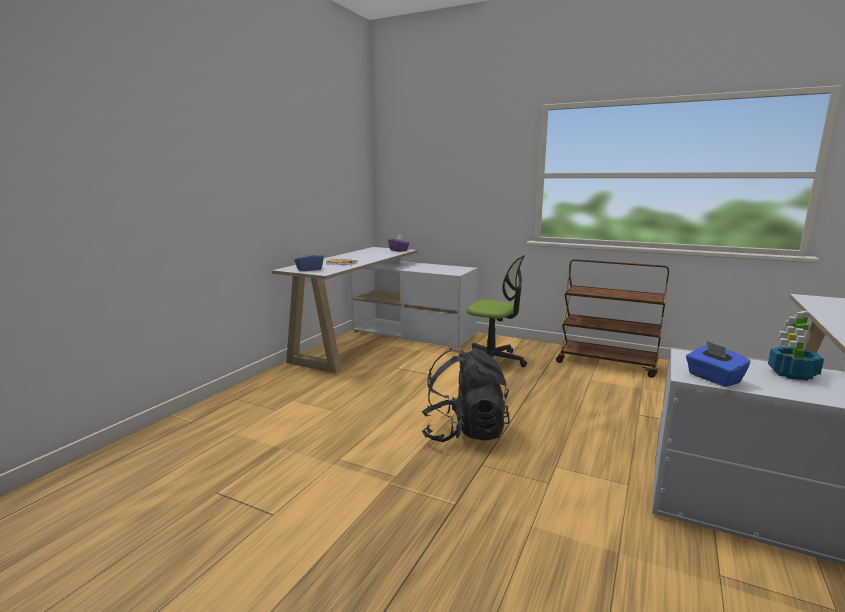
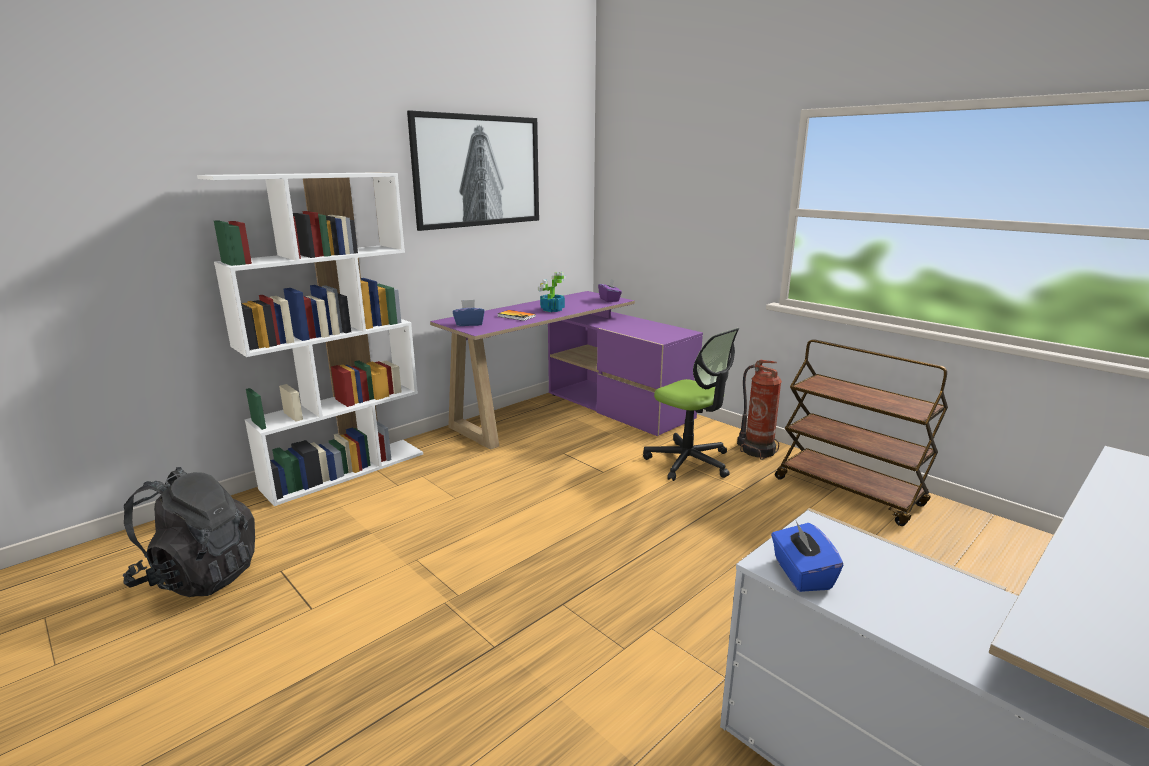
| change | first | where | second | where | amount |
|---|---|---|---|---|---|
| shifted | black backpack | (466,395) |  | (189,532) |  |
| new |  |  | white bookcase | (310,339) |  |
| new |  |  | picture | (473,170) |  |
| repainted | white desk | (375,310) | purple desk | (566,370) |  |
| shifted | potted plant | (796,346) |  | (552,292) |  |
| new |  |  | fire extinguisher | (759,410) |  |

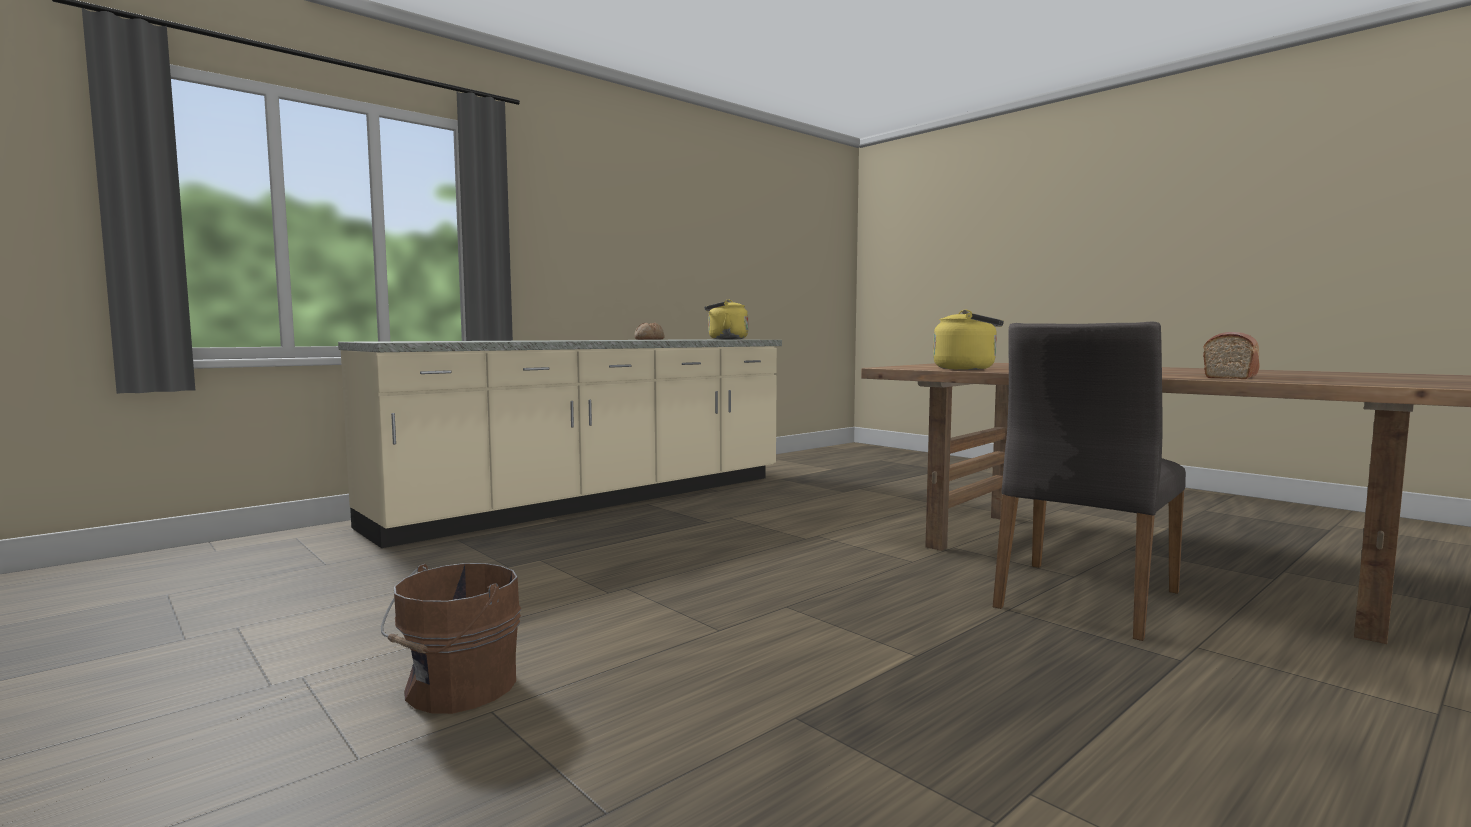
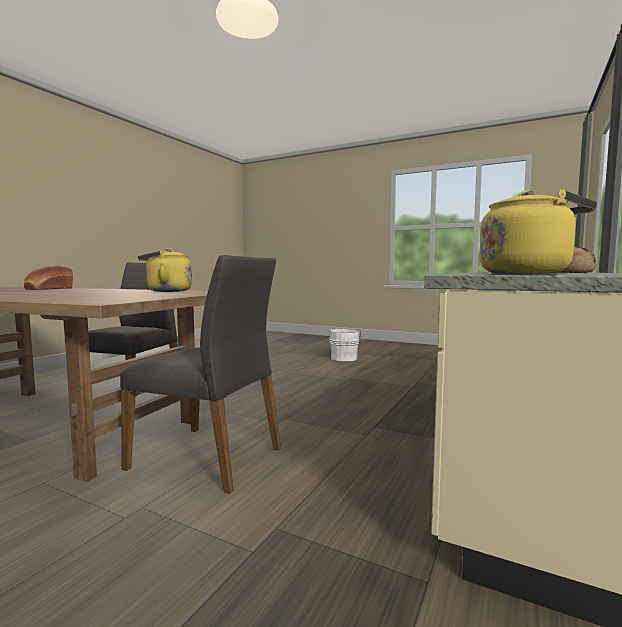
| change | first | where | second | where | amount |
|---|---|---|---|---|---|
| new |  |  | grey chair | (200,374) |  |
| repainted | brown bucket | (451,638) | white bucket | (345,344) |  |

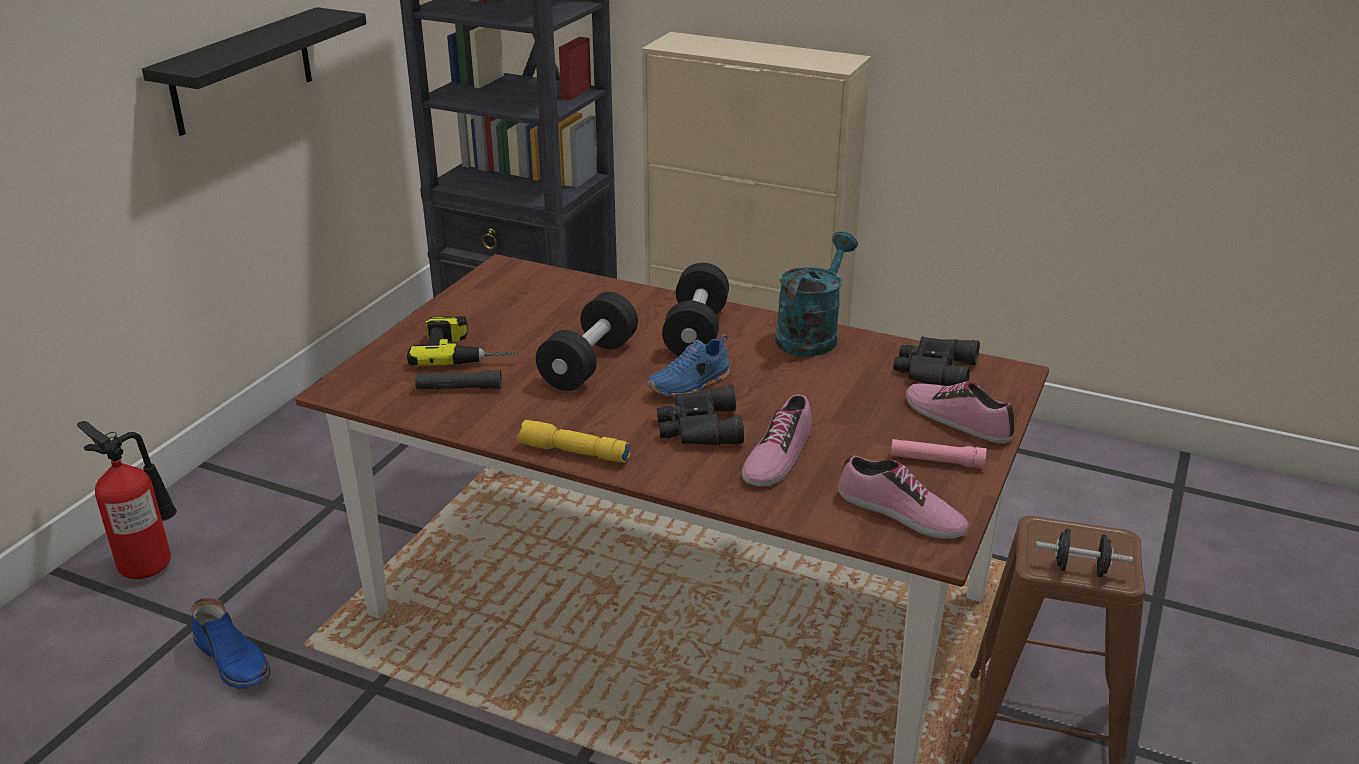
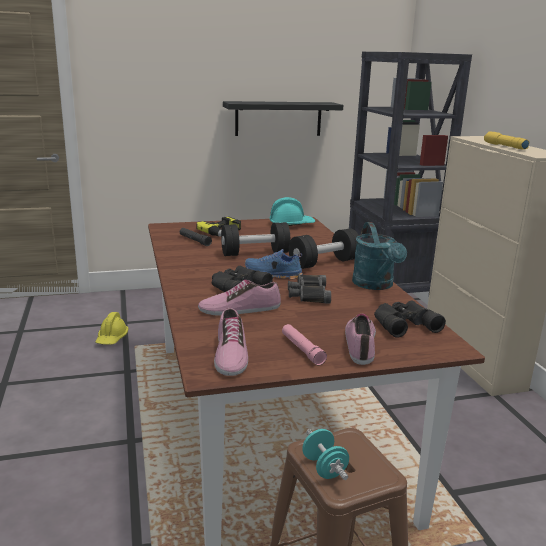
| change | first | where | second | where | amount |
|---|---|---|---|---|---|
| swapped | blue boot | (231,643) | yellow hard hat | (112,328) |  |
| new |  |  | turquoise hard hat | (292,211) |  |
| new |  |  | black binoculars | (309,289) |  |
| repainted | black dumbbell | (1084,552) | turquoise dumbbell | (325,454) |  |
| rotated | turquoise watering can | (816,293) |  | (379,256) | 90 degrees clockwise |
| shifted | yellow flashlight | (573,441) |  | (506,140) |  |
| gone | fire extinguisher | (127,500) |  |  |  |

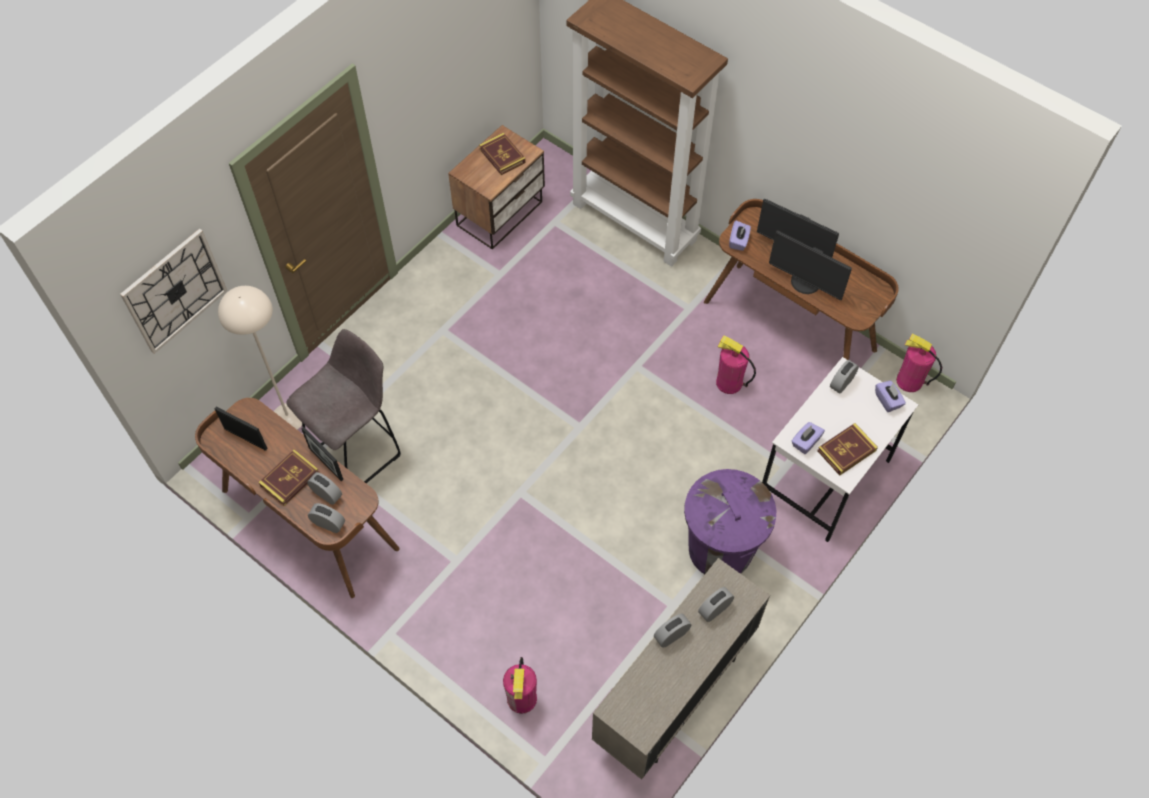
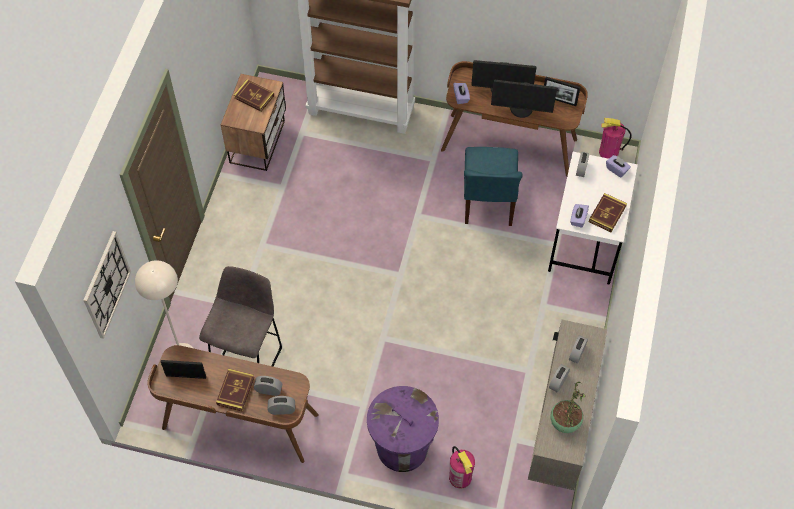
| change | first | where | second | where | amount |
|---|---|---|---|---|---|
| shifted | purple trash can | (730,521) |  | (403,429) |  |
| swapped | fire extinguisher | (736,364) | blue chair | (493,186) |  |
| shifted | picture frame | (322,454) |  | (562,91) |  |
| new |  |  | potted plant | (567,407) |  |

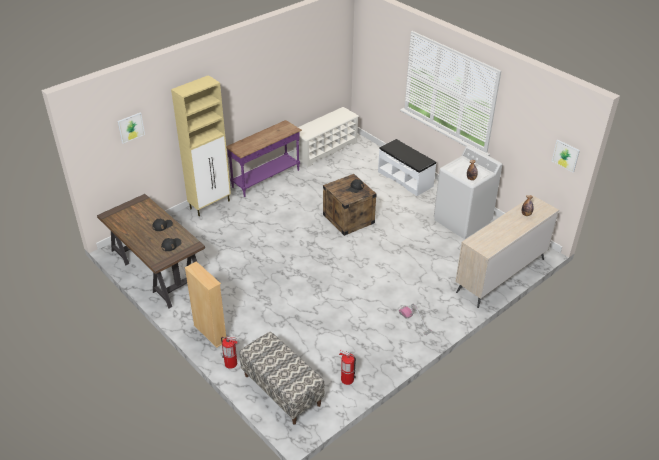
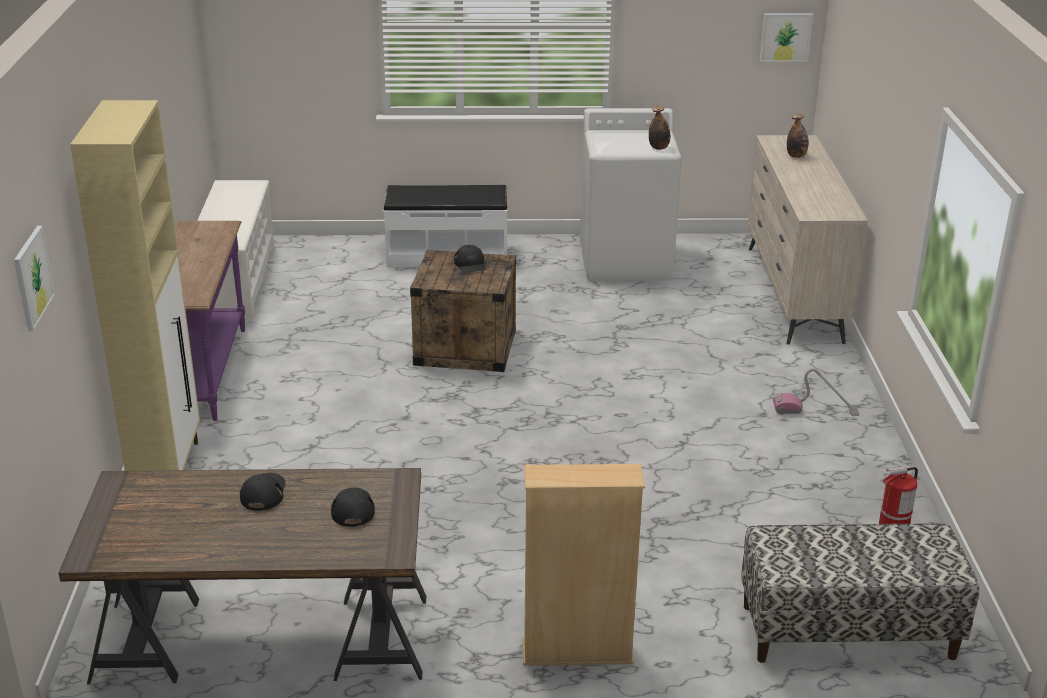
| change | first | where | second | where | amount |
|---|---|---|---|---|---|
| gone | fire extinguisher | (229,353) |  |  |  |

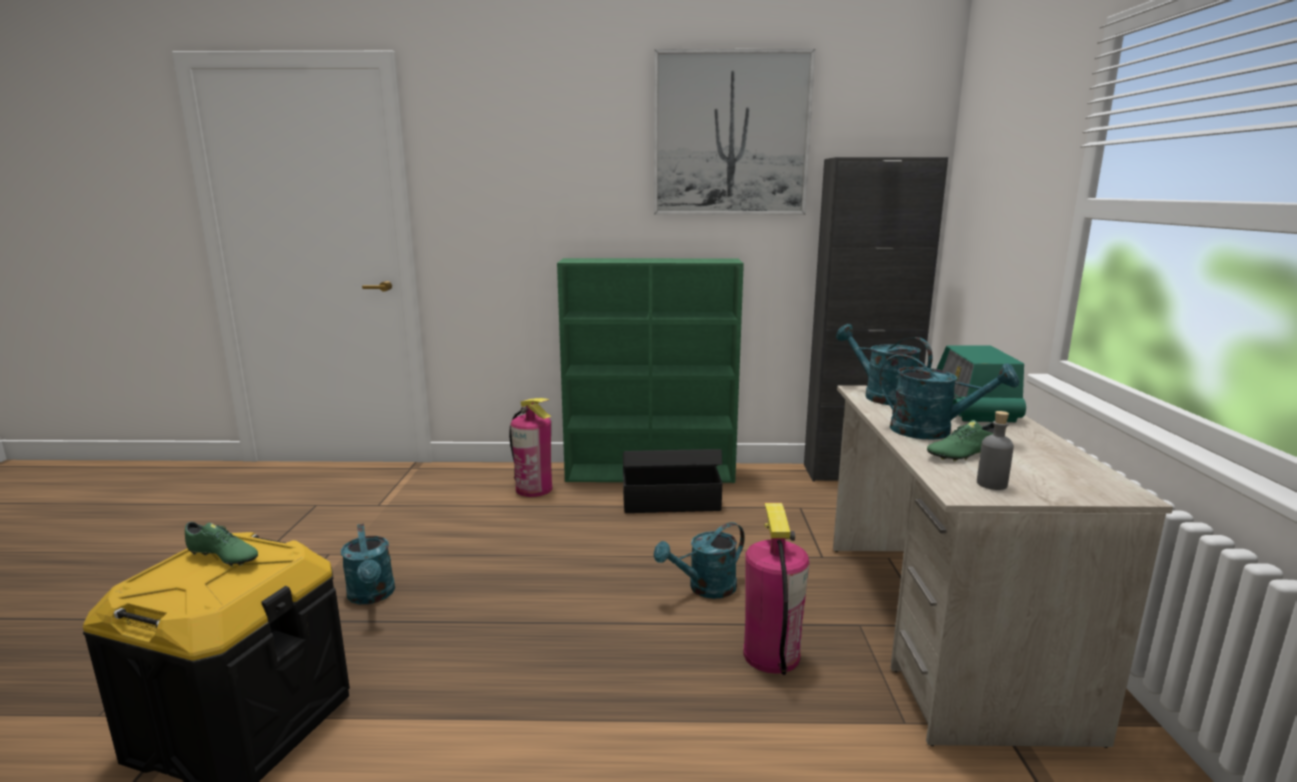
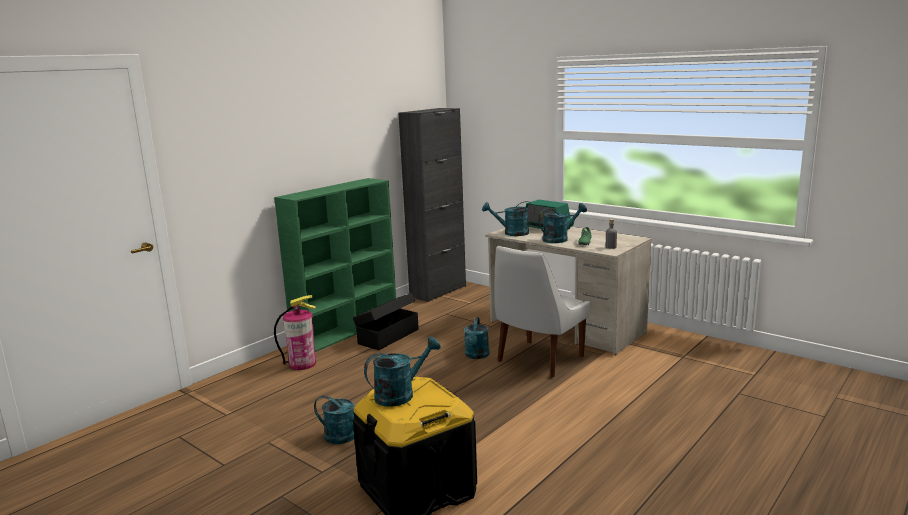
| change | first | where | second | where | amount |
|---|---|---|---|---|---|
| swapped | green shoe | (221,544) | turquoise watering can | (402,371) |  |
| swapped | fire extinguisher | (776,589) | white chair | (542,312) |  |
| gone | picture | (734,132) |  |  |  |

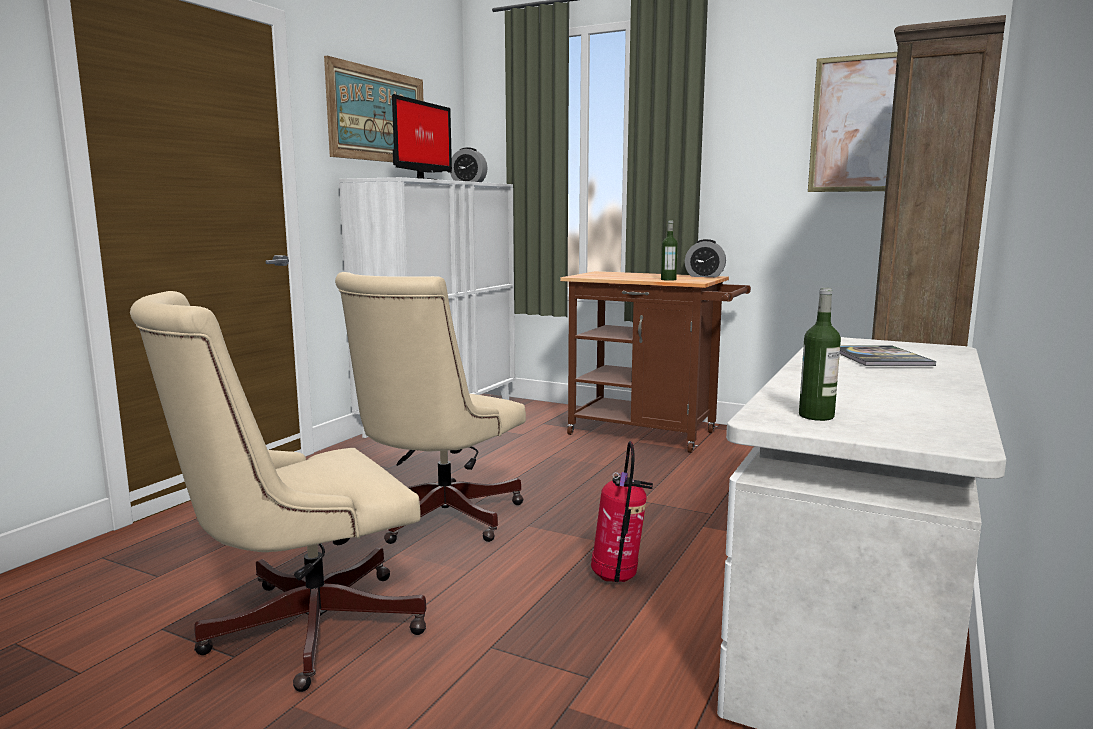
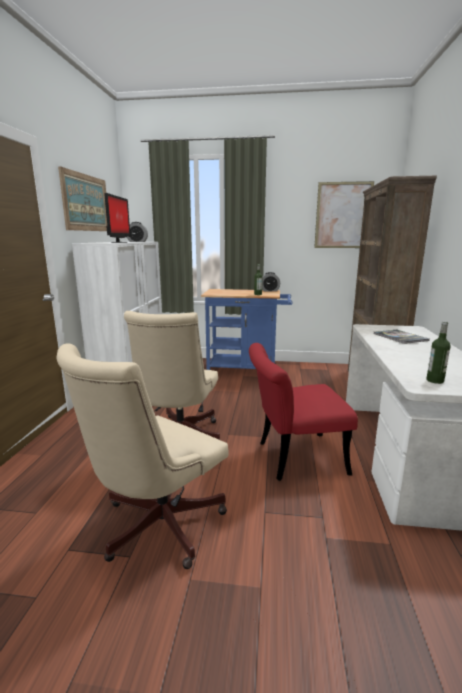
| change | first | where | second | where | amount |
|---|---|---|---|---|---|
| repainted | brown cart | (655,362) | blue cart | (246,329) |  |
| swapped | fire extinguisher | (622,511) | red chair | (303,412) |  |

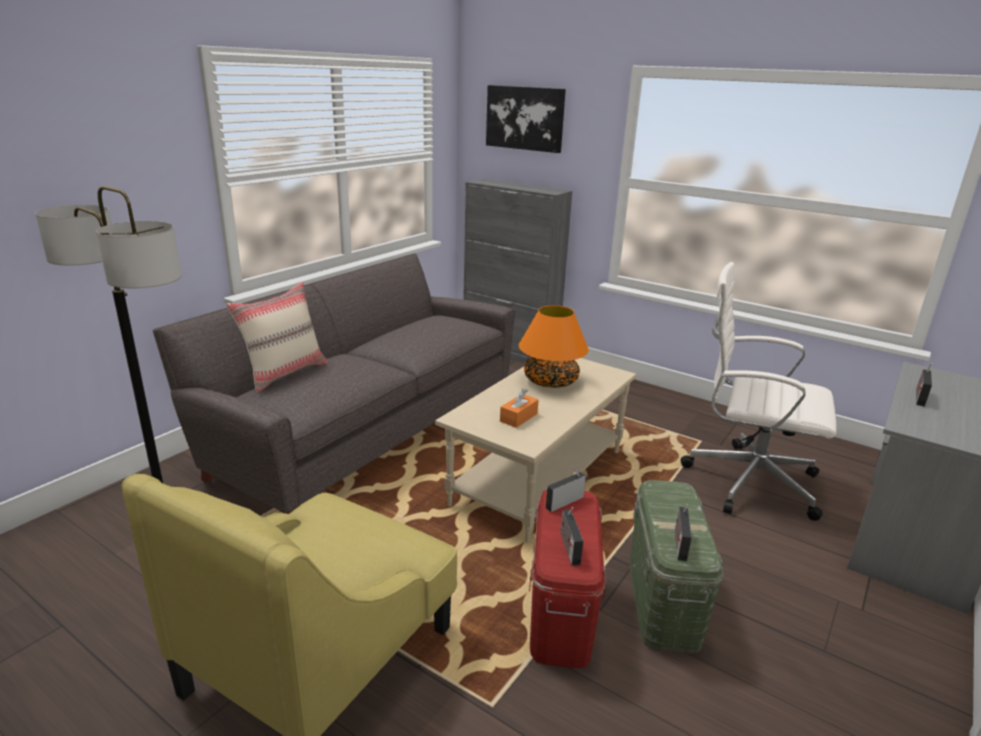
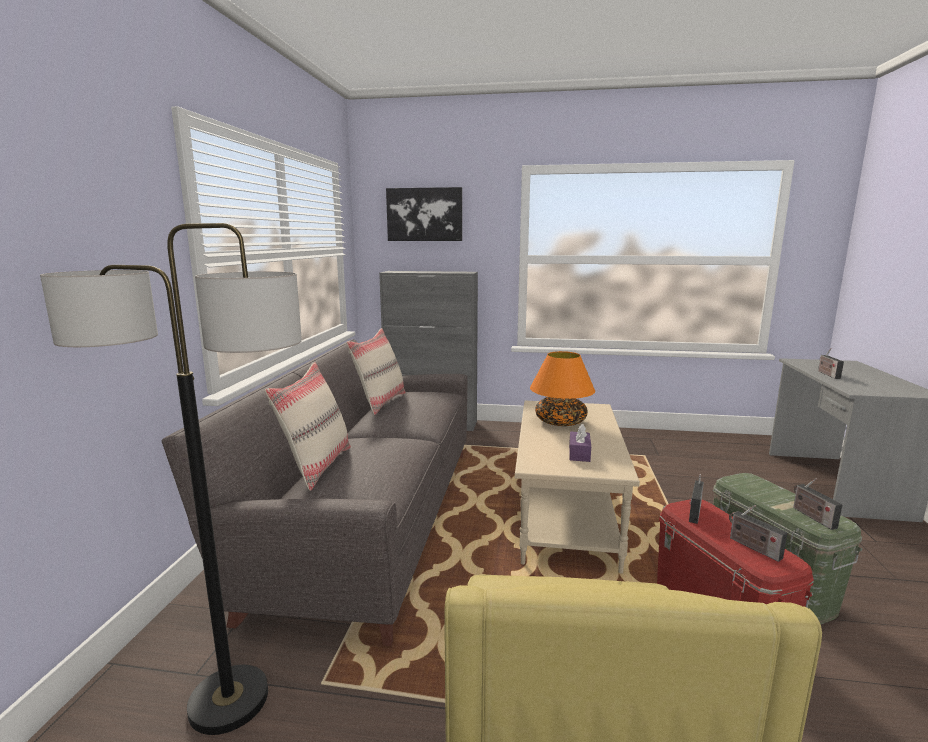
| change | first | where | second | where | amount |
|---|---|---|---|---|---|
| new |  |  | beige pillow | (376,371) |  |
| repainted | orange tissue box | (519,408) | purple tissue box | (580,443) |  |
| gone | white office chair | (758,391) |  |  |  |

